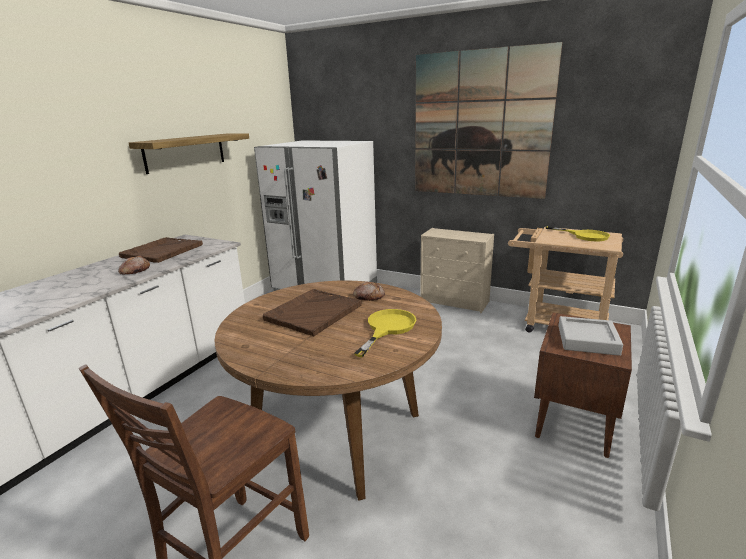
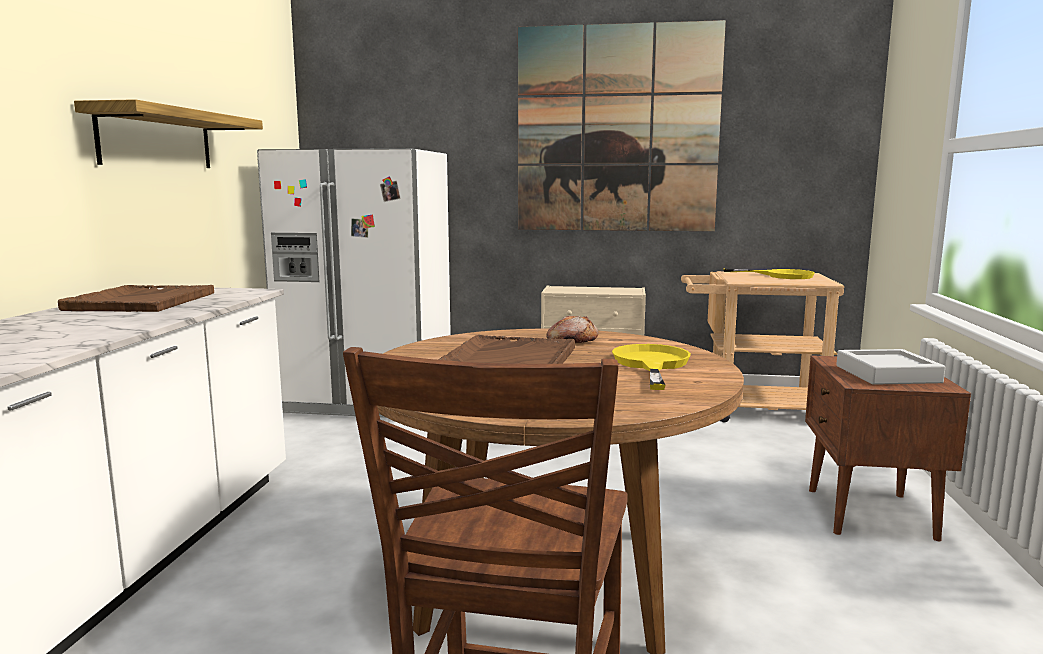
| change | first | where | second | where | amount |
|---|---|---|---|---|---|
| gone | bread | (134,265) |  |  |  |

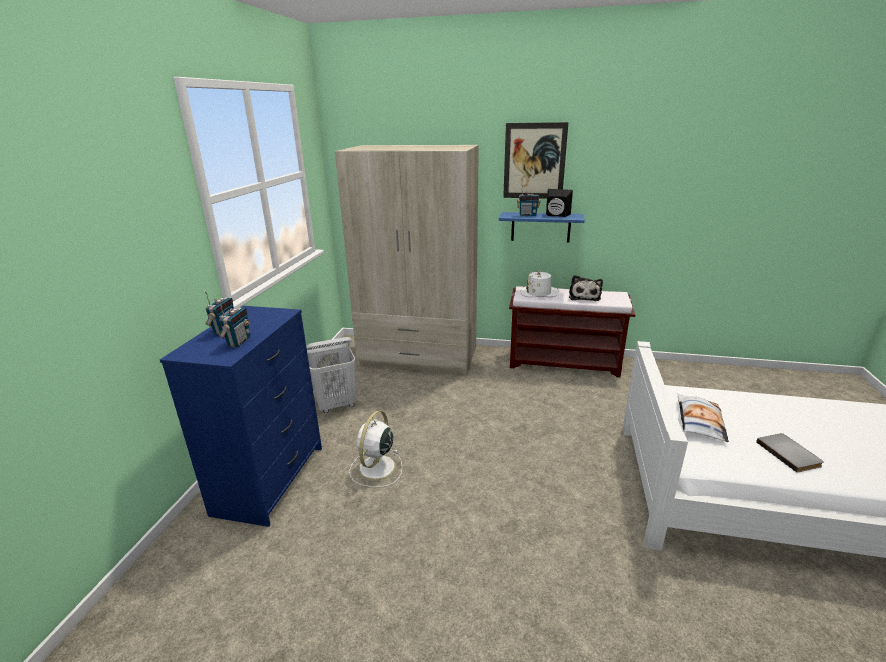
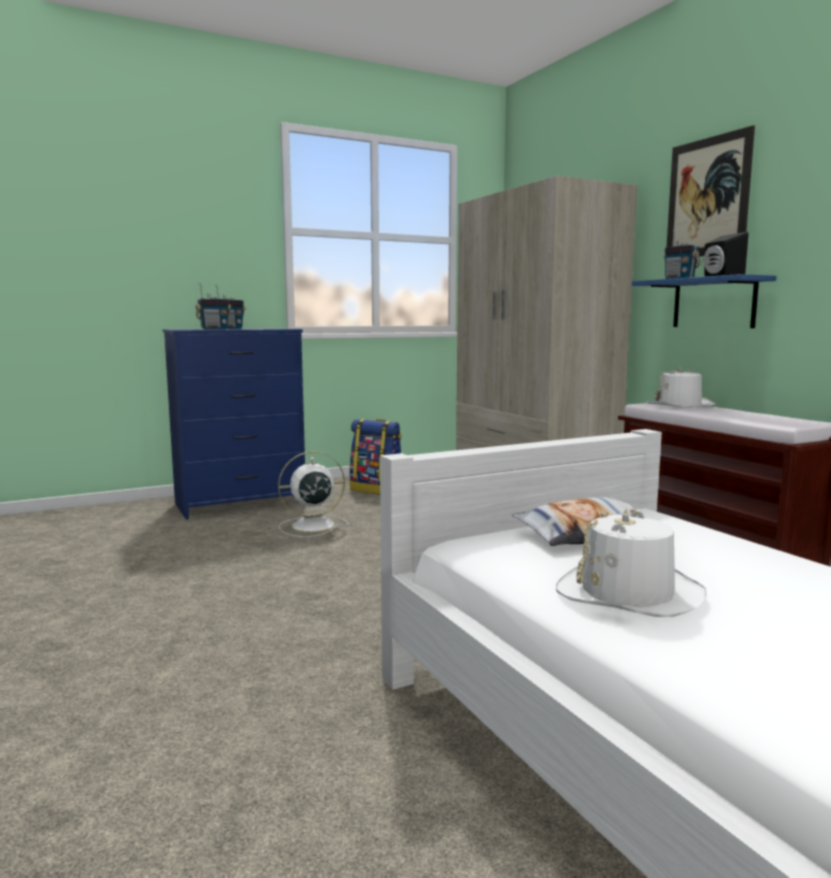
| change | first | where | second | where | amount |
|---|---|---|---|---|---|
| swapped | white laundry basket | (330,375) | backpack | (376,457) |  |
| swapped | grey book | (790,453) | white hat | (631,562) |  |
| gone | plush toy | (586,288) |  |  |  |

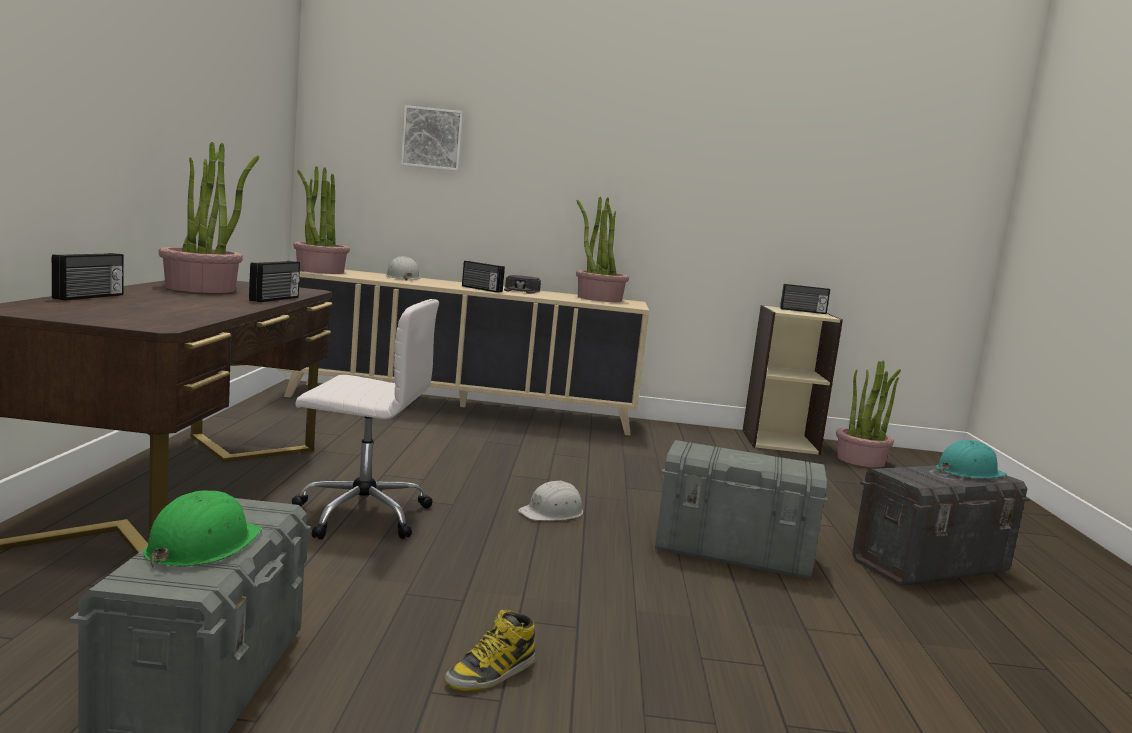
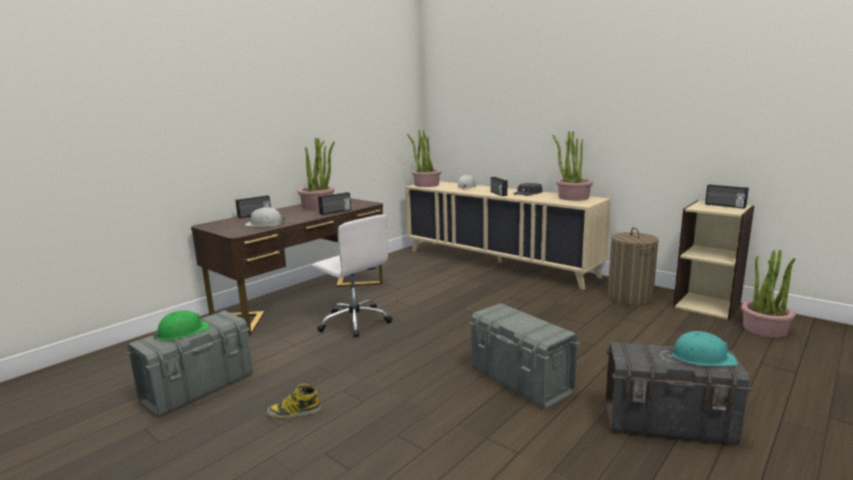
| change | first | where | second | where | amount |
|---|---|---|---|---|---|
| shifted | white hard hat | (550,500) |  | (265,217) |  |
| new |  |  | laundry basket | (633,266) |  |
| gone | picture | (432,138) |  |  |  |

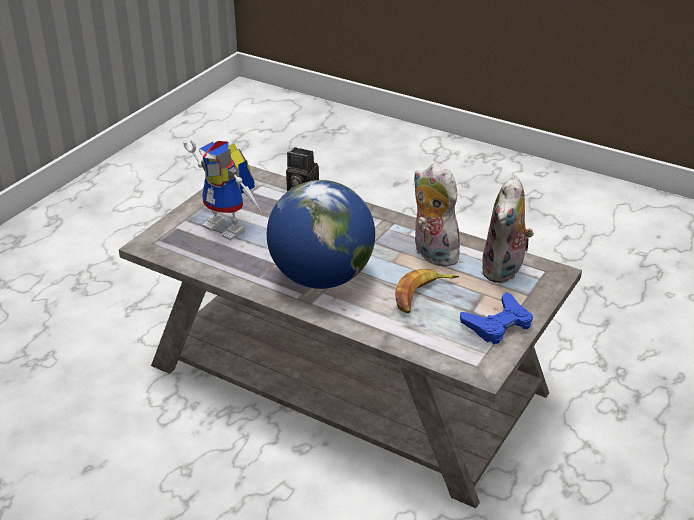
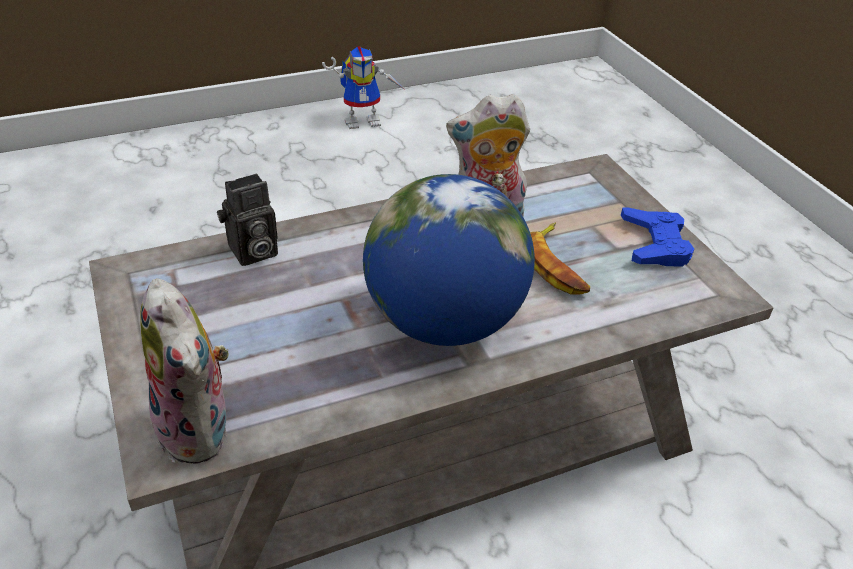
| change | first | where | second | where | amount |
|---|---|---|---|---|---|
| shifted | plush toy | (507,229) |  | (184,371) |  |
| shifted | toy robot | (222,190) |  | (363,87) |  |

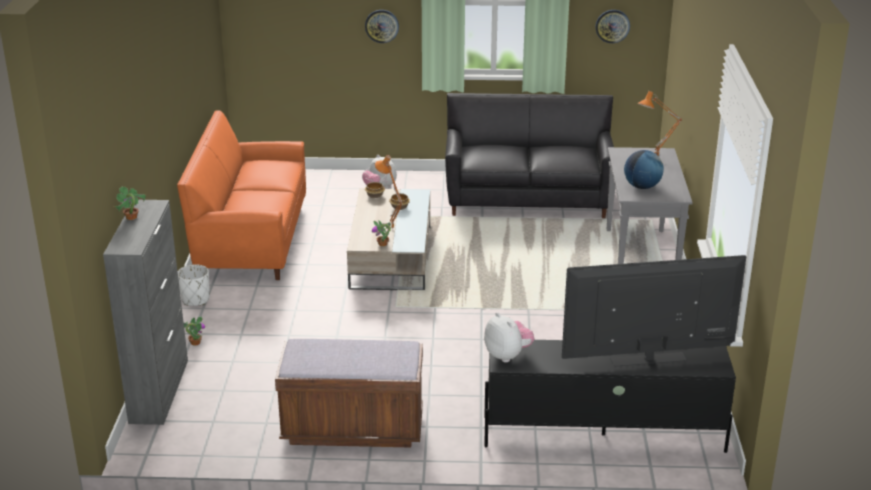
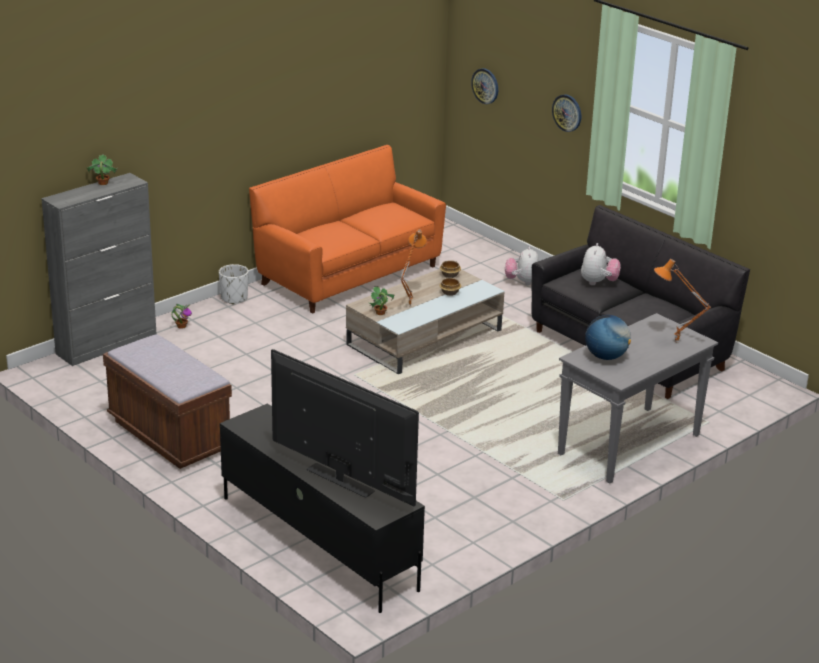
| change | first | where | second | where | amount |
|---|---|---|---|---|---|
| shifted | wall clock | (613,26) |  | (484,86) |  |
| shifted | plush toy | (509,337) |  | (601,264) |  |

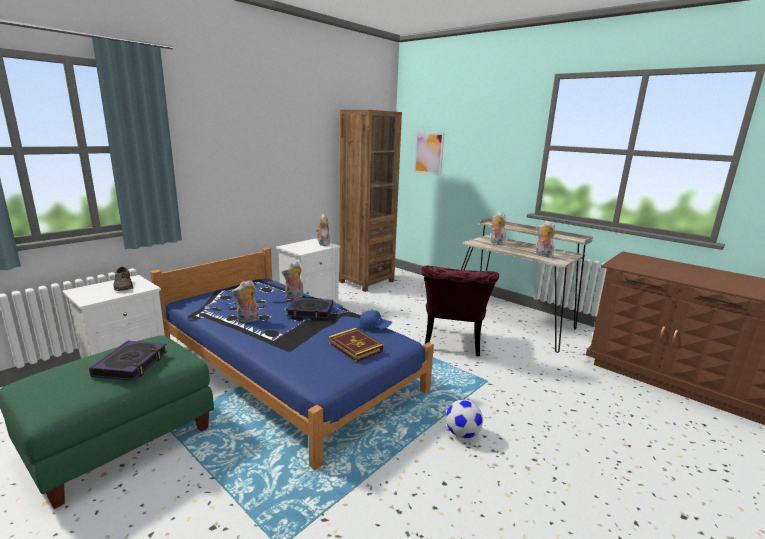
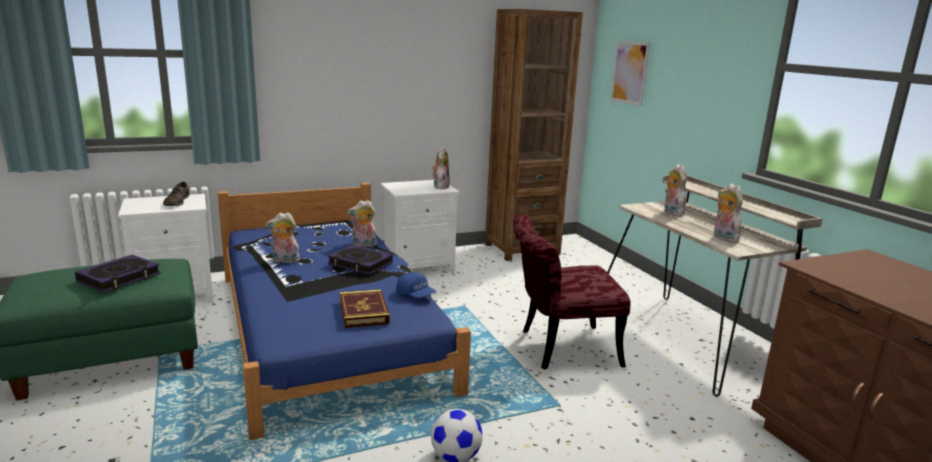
| change | first | where | second | where | amount |
|---|---|---|---|---|---|
| rotated | red chair | (460,311) |  | (572,291) | 45 degrees clockwise |

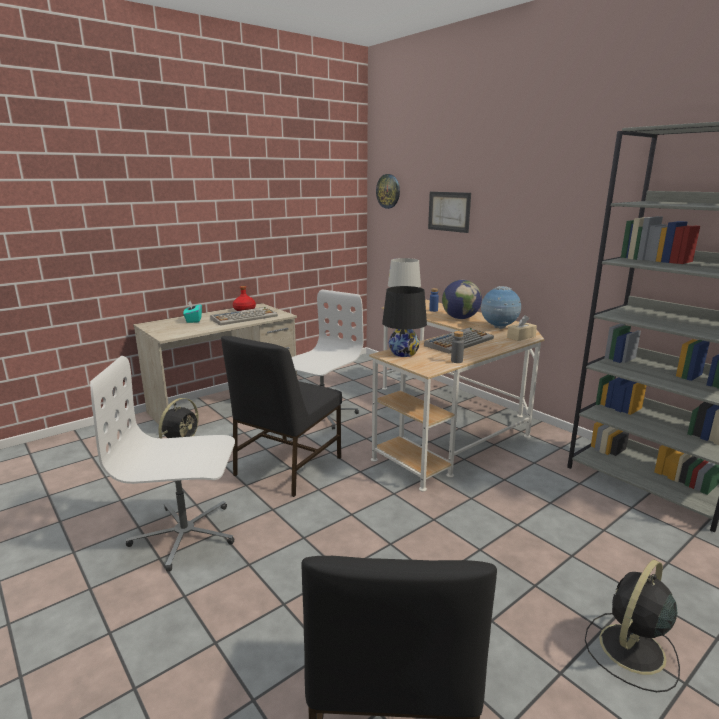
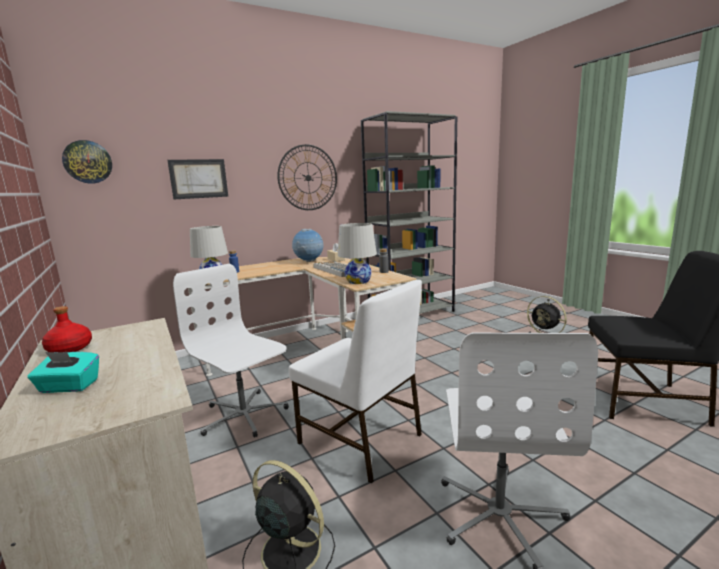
| change | first | where | second | where | amount |
|---|---|---|---|---|---|
| new |  |  | wall clock | (307,177) |  |
| repainted | black chair | (281,416) | white chair | (355,381) |  |
| repainted | black table lamp | (404,321) | white table lamp | (357,253) |  |
| gone | keyboard | (244,316) |  |  |  |
| gone | globe | (462,299) |  |  |  |

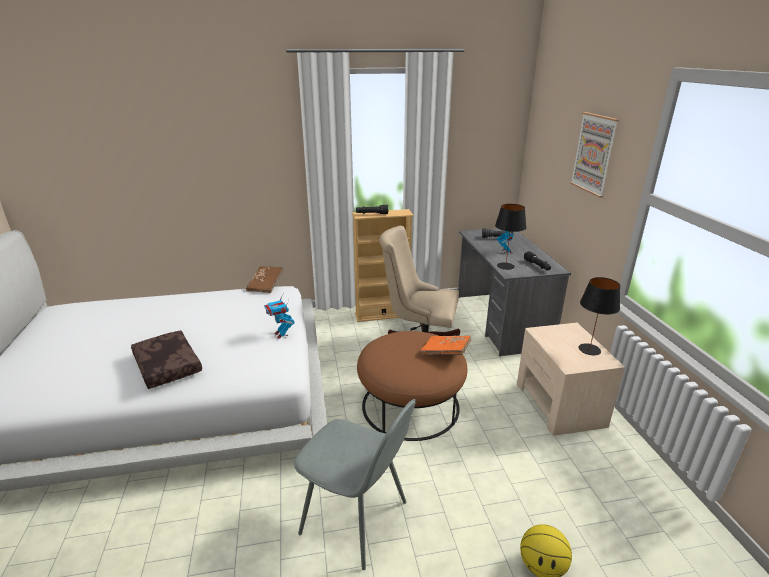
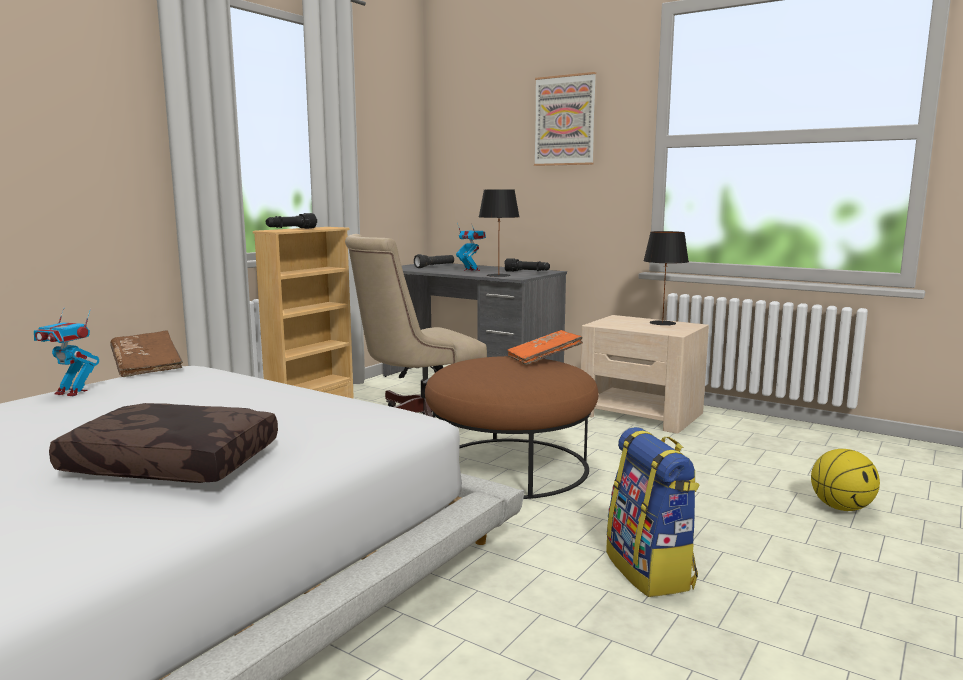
| change | first | where | second | where | amount |
|---|---|---|---|---|---|
| shifted | toy robot | (279,315) |  | (66,351) |  |
| swapped | grey chair | (355,484) | backpack | (653,512) |  |

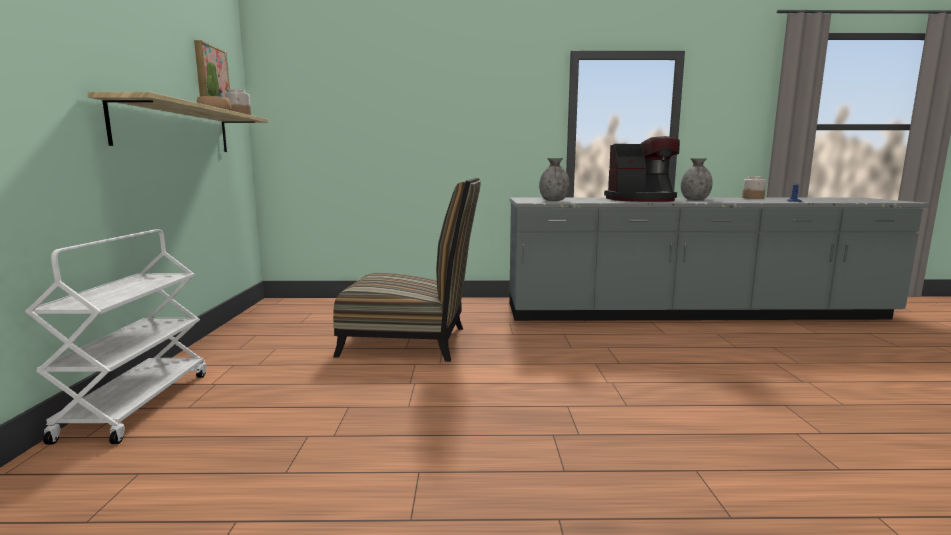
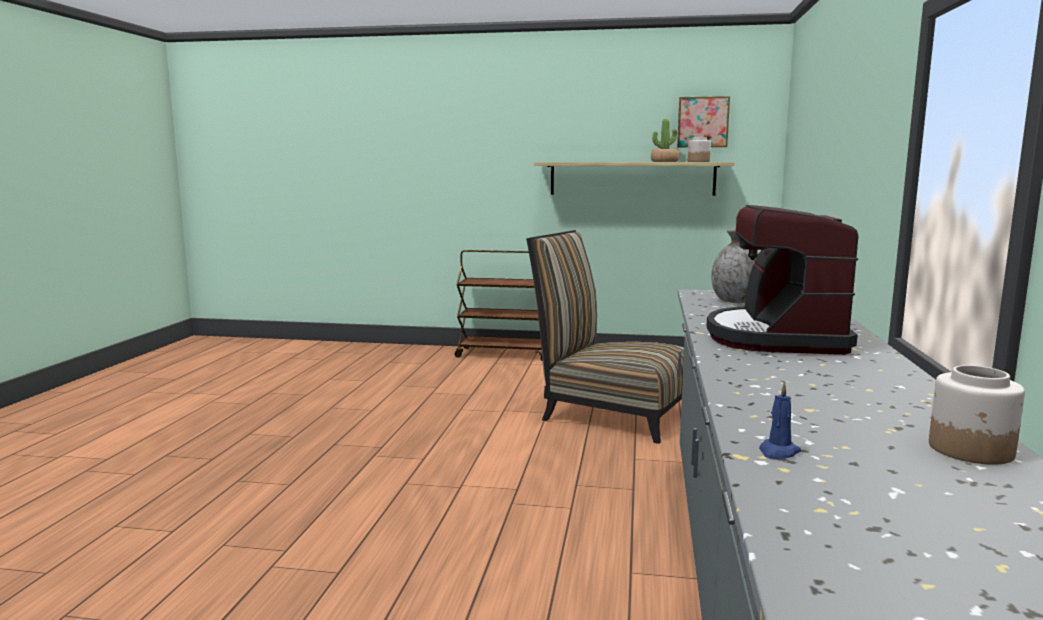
| change | first | where | second | where | amount |
|---|---|---|---|---|---|
| repainted | white cart | (115,337) | brown cart | (499,305) |  |
| rotated | chair | (407,270) |  | (605,337) | 105 degrees clockwise |
| gone | grey vase | (697,179) |  |  |  |

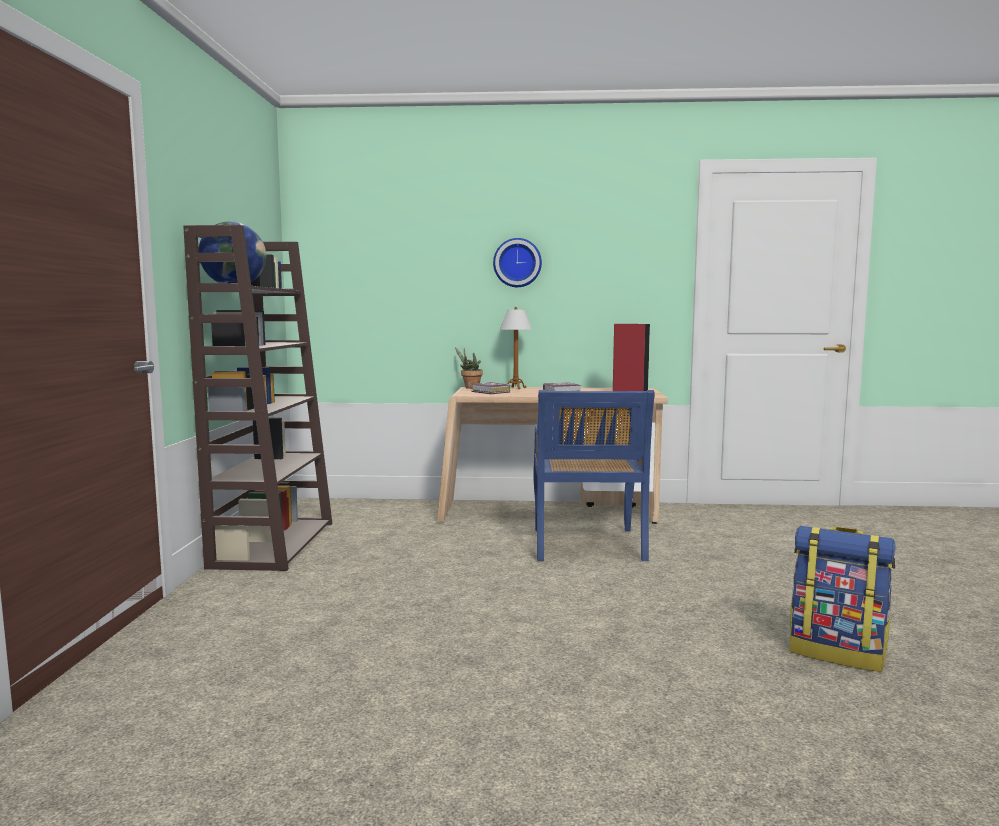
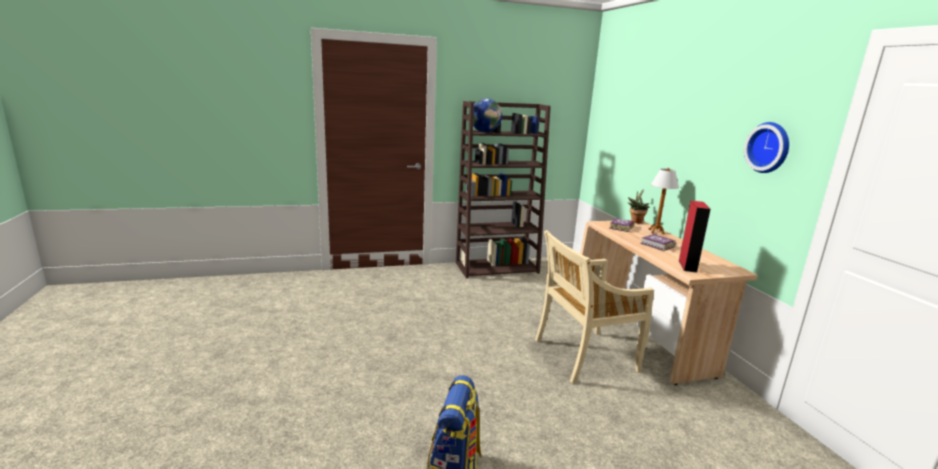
| change | first | where | second | where | amount |
|---|---|---|---|---|---|
| repainted | blue chair | (594,475) | beige chair | (594,306) |  |
| shifted | wall clock | (517,262) |  | (766,147) |  |

